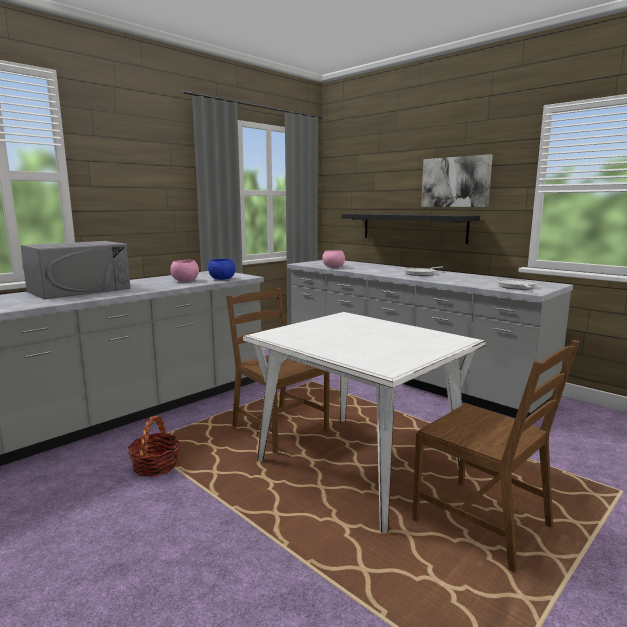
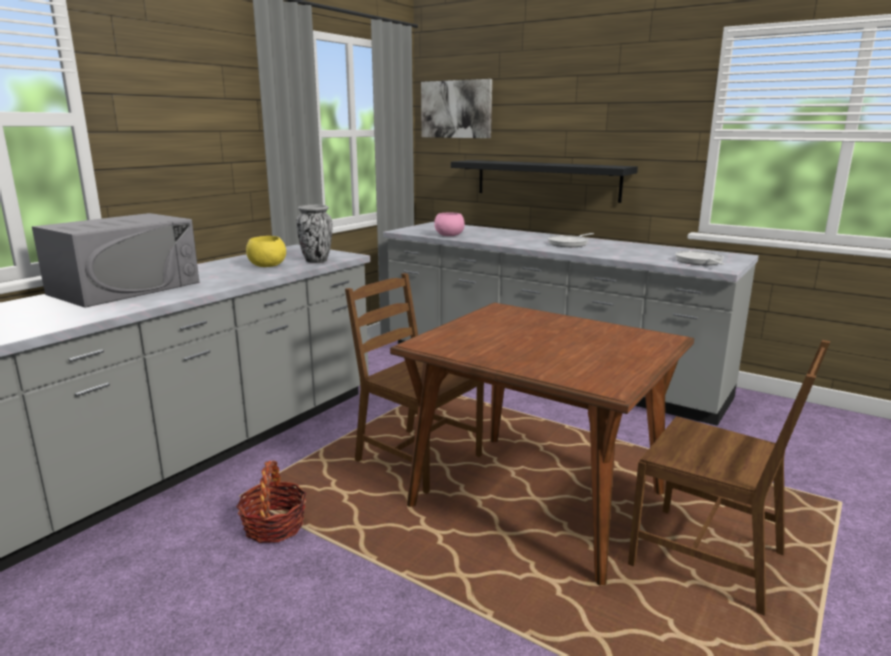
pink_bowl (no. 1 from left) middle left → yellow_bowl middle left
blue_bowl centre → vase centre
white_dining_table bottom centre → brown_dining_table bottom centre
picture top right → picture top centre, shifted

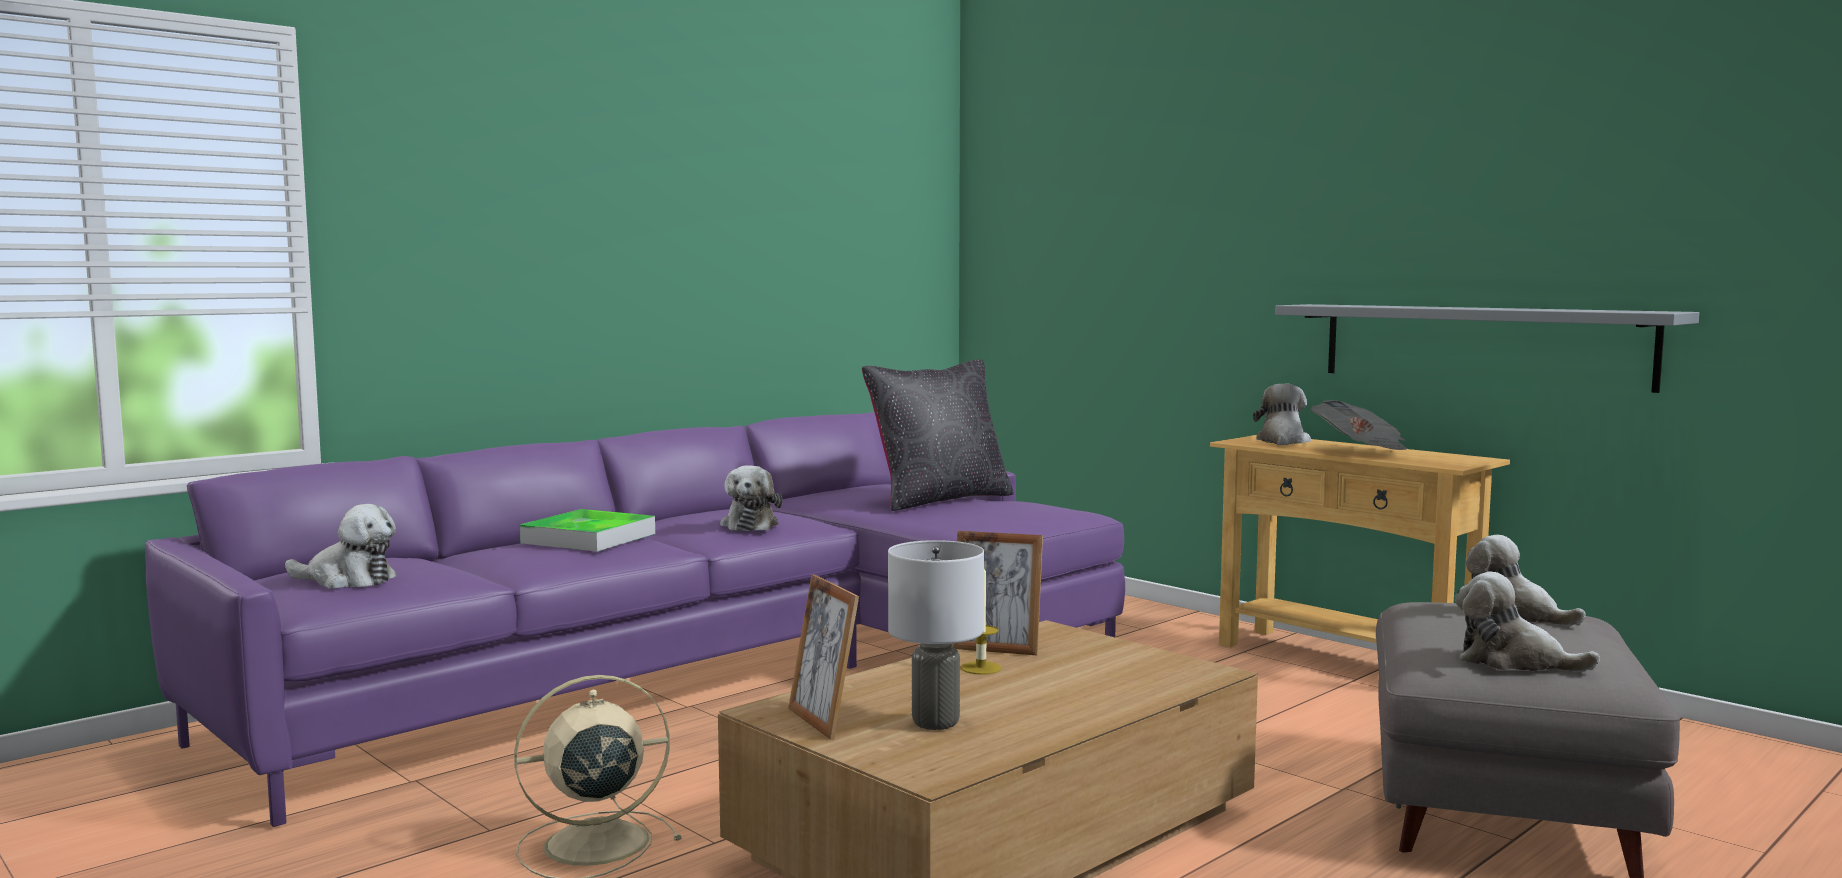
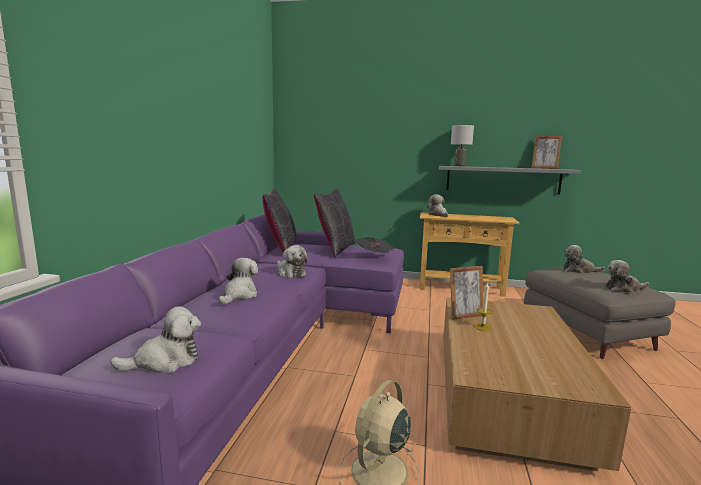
tray middle left → plush_toy (no. 2 from left) centre
picture_frame (no. 1 from left in the first image) bottom centre → picture_frame (no. 2 from left) top right, shifted
white_table_lamp bottom centre → white_table_lamp top centre, shifted
newspaper middle right → newspaper centre, shifted
- → black_pillow (no. 1 from left) centre

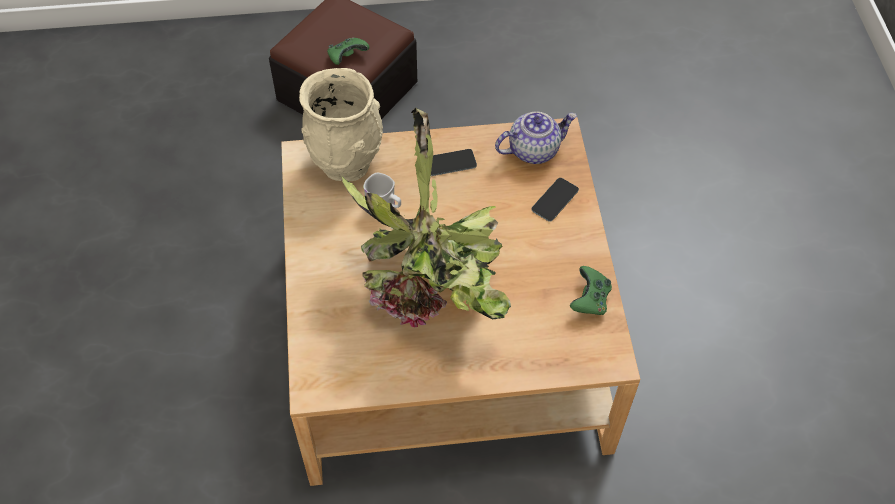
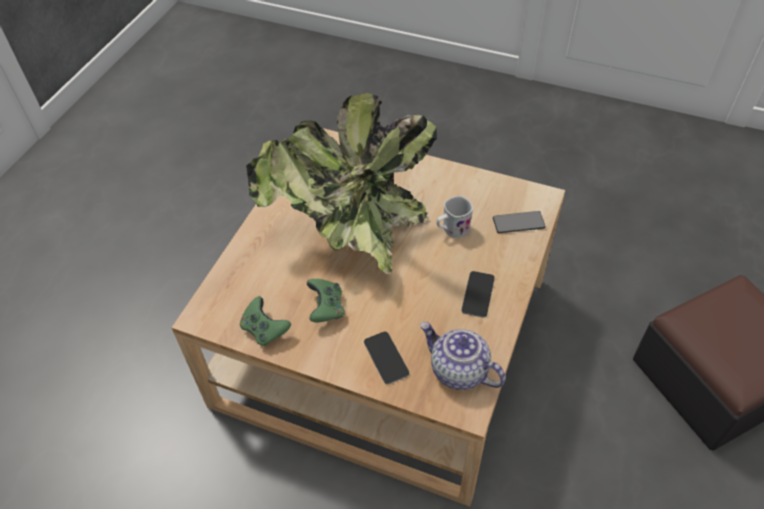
beige_vase top centre → phone (no. 3 from left) middle right
green_game_controller (no. 1 from left in the first image) top centre → green_game_controller (no. 2 from left) centre, shifted
teapot top centre → teapot bottom centre, 120 degrees clockwise

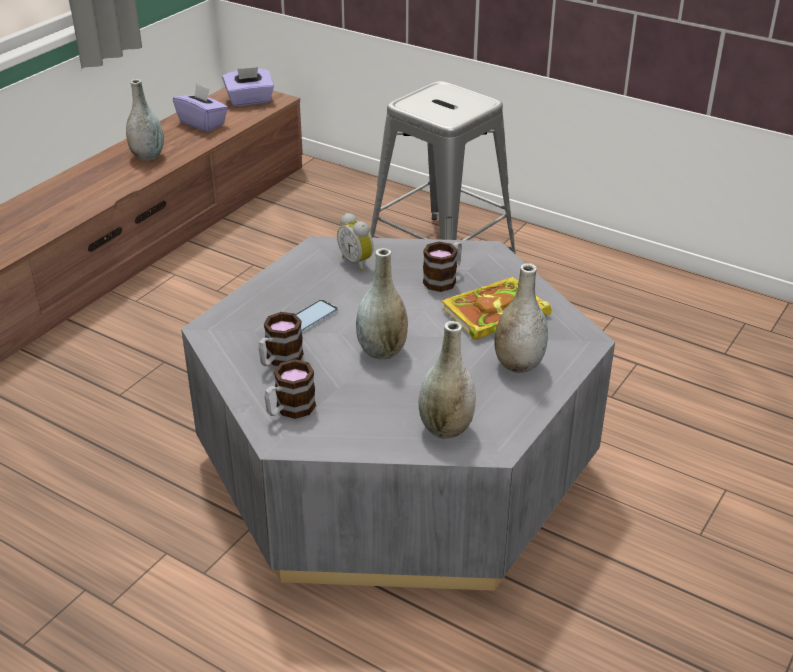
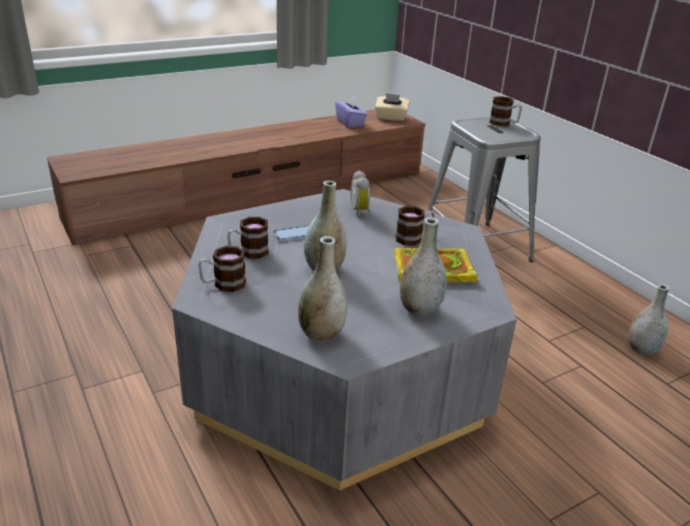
grey_vase (no. 1 from left in the first image) top left → grey_vase (no. 4 from left) middle right, shifted
purple_tissue_box (no. 2 from left) top left → beige_tissue_box top centre
- → mug (no. 4 from left) top right

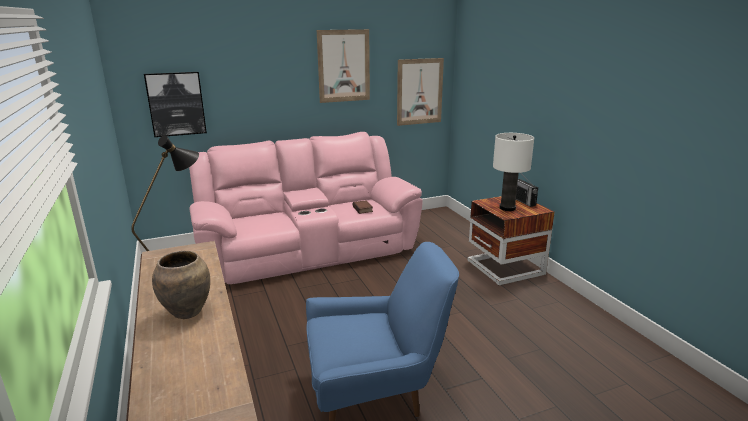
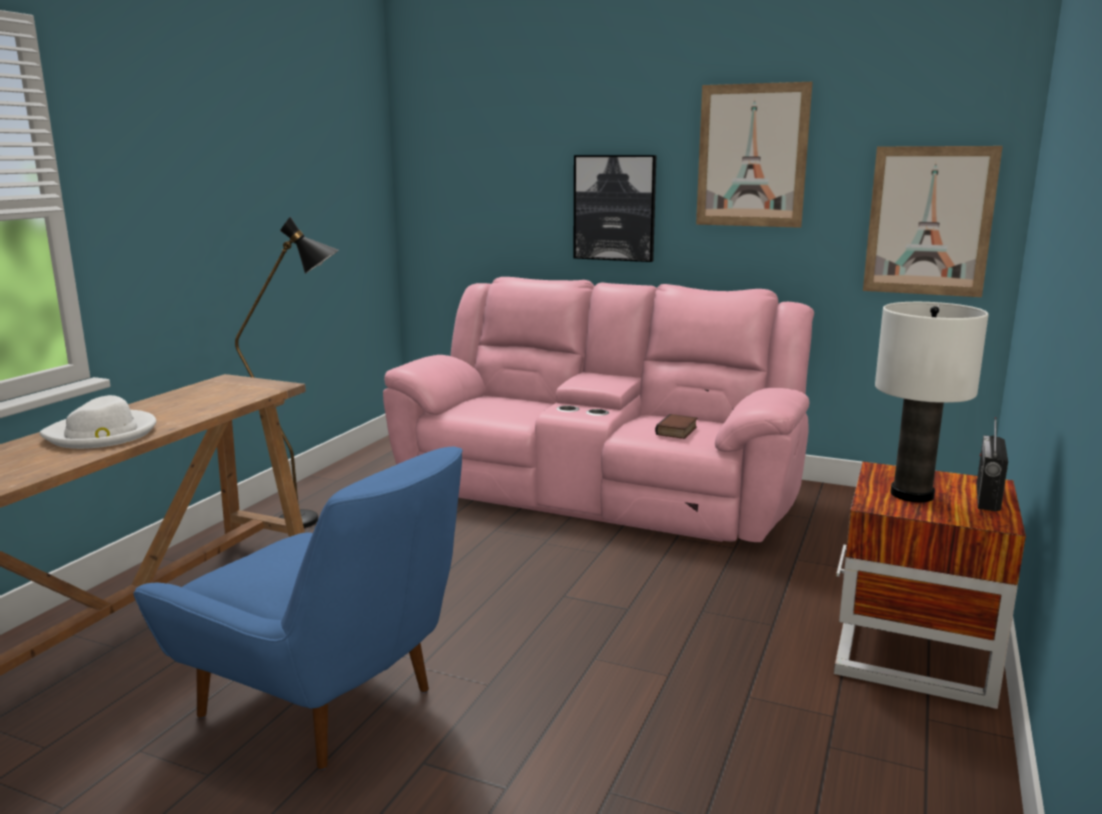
picture (no. 1 from left) top left → picture (no. 1 from left) top centre, shifted
brown_vase bottom left → white_hat middle left

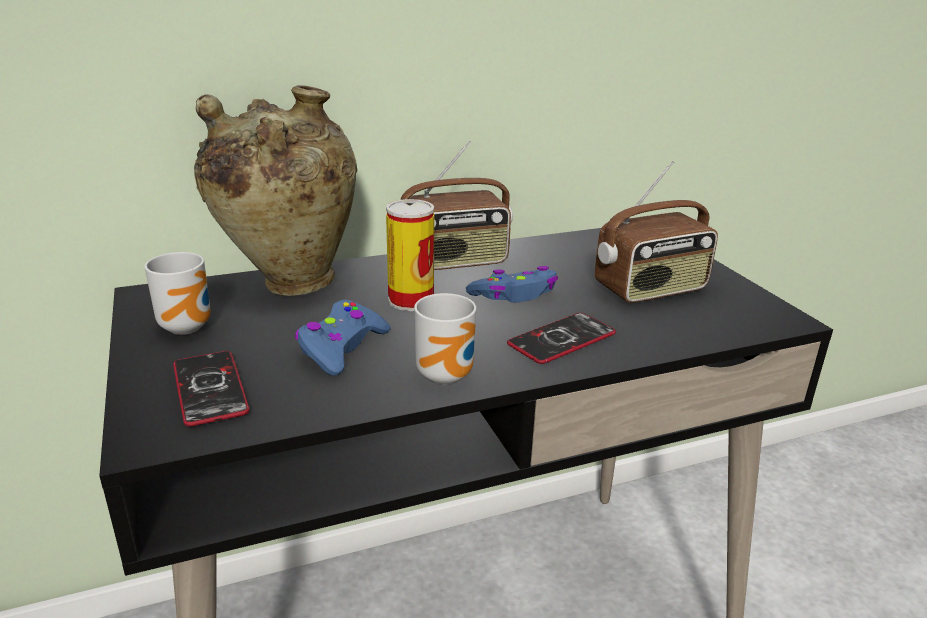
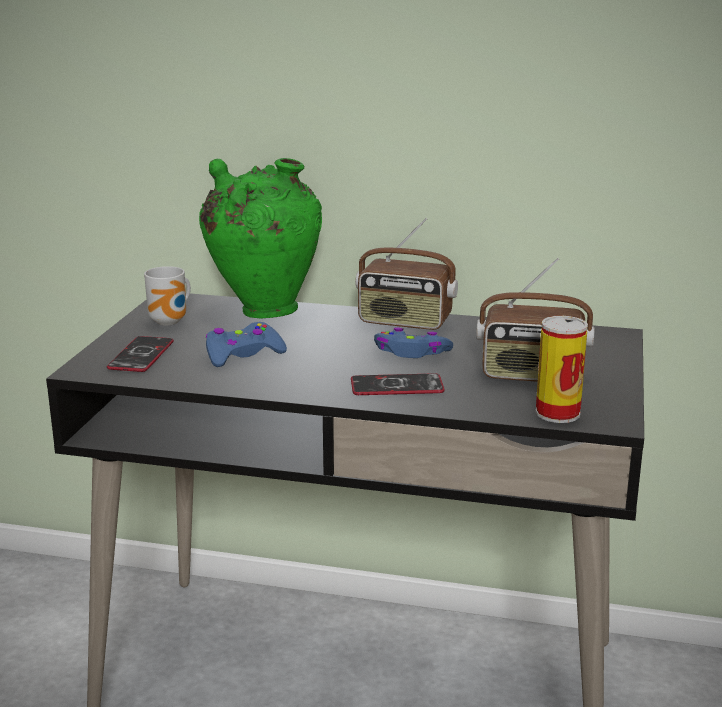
beige_vase top left → green_vase centre
can centre → can middle right, shifted
mug (no. 2 from left) centre → -

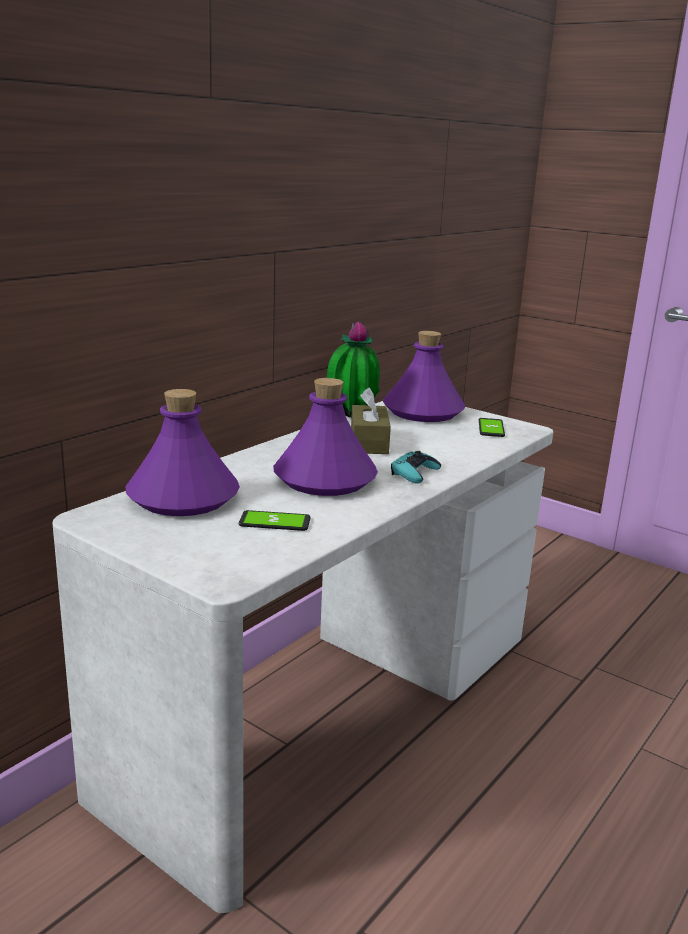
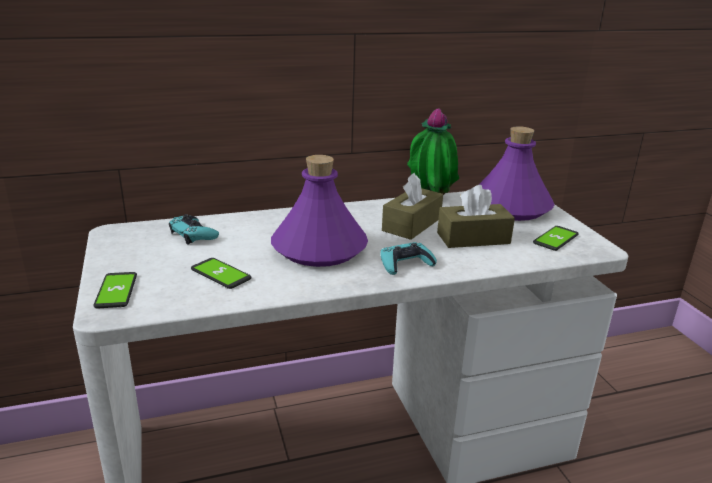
purple_bottle (no. 1 from left) middle left → turquoise_game_controller (no. 1 from left) middle left
- → phone (no. 1 from left) middle left
- → brown_tissue_box (no. 2 from left) middle right

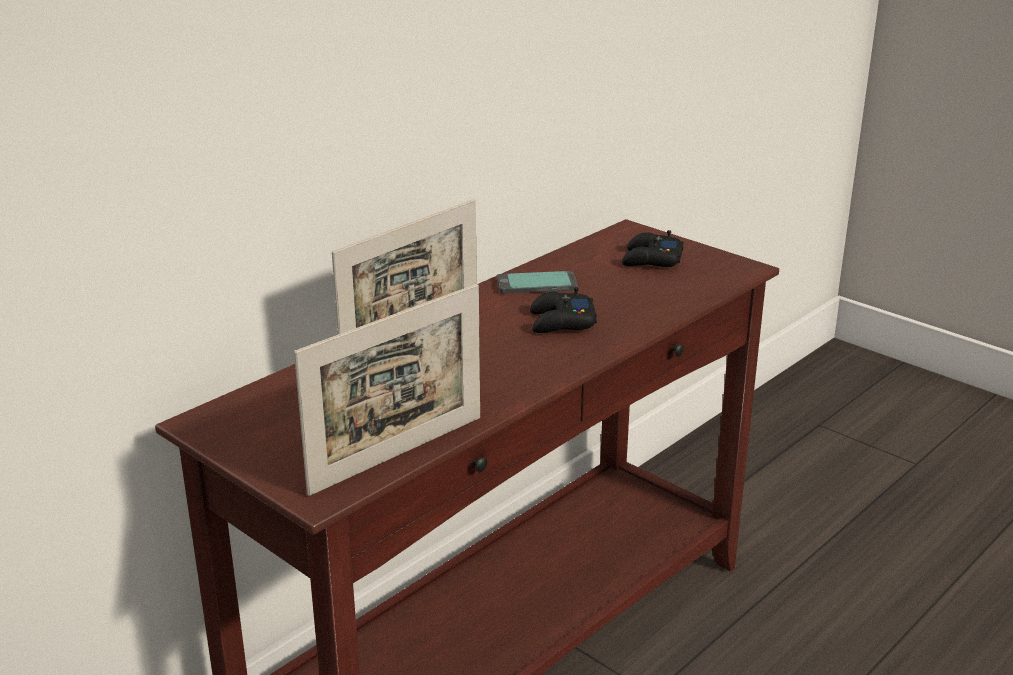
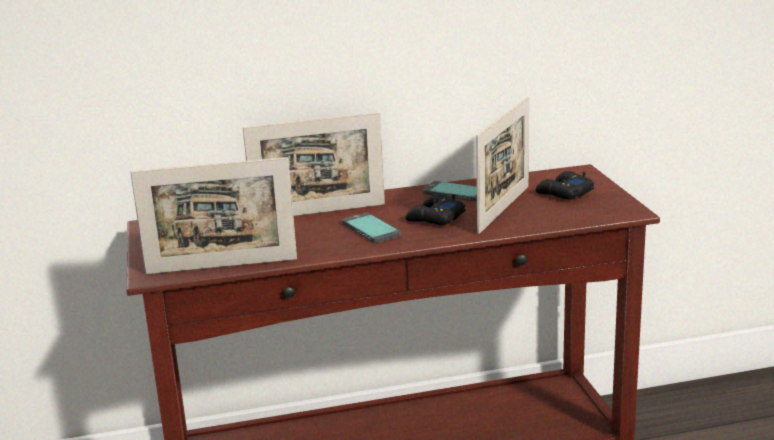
- → phone (no. 1 from left) centre
- → picture_frame (no. 3 from left) centre

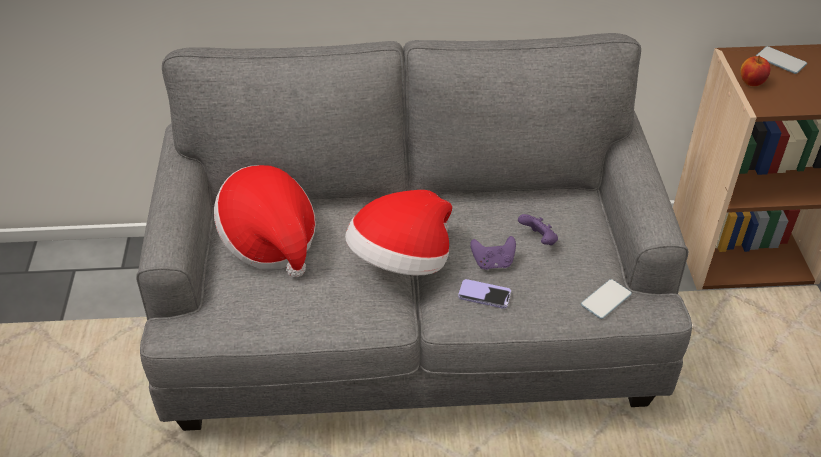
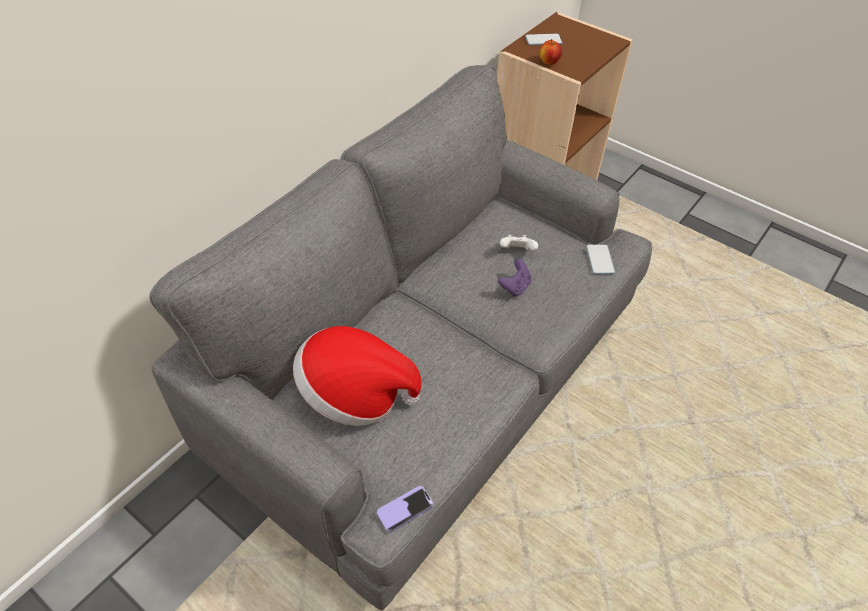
hat (no. 2 from left) centre → -
phone (no. 1 from left) centre → phone (no. 1 from left) bottom centre, shifted
purple_game_controller (no. 2 from left) centre → white_game_controller centre

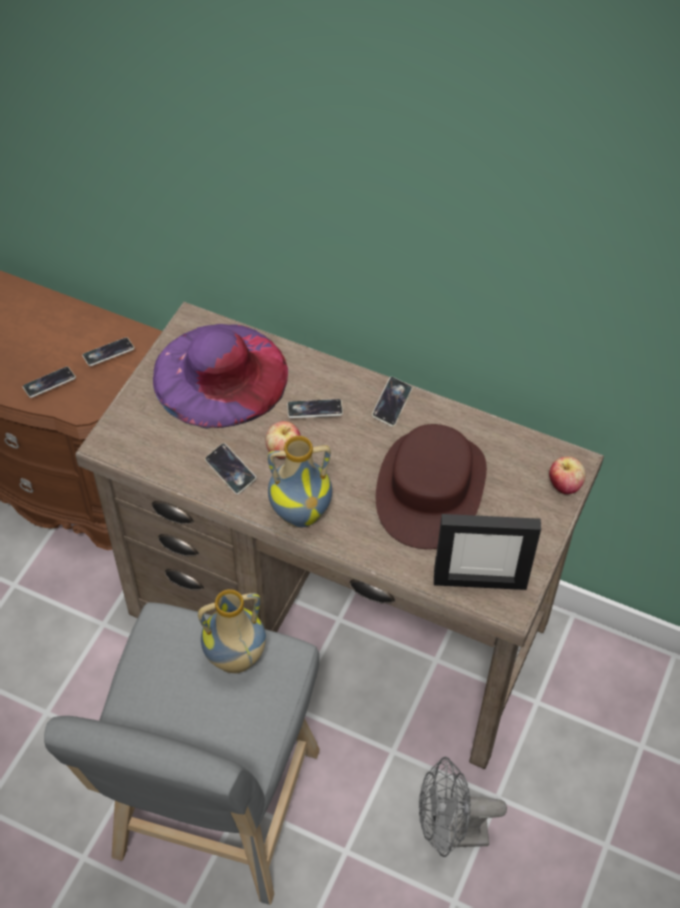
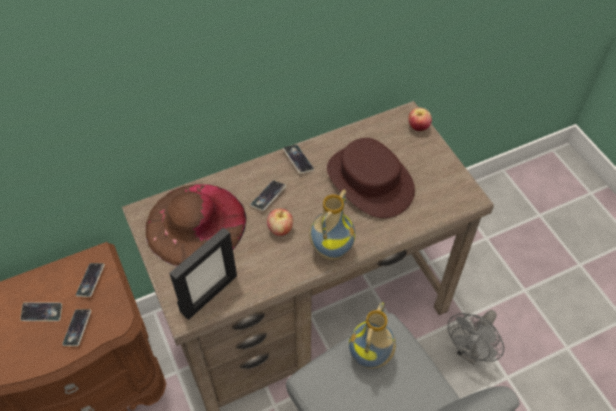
purple_hat middle left → brown_hat (no. 1 from left) middle left
phone (no. 3 from left in the first image) centre → phone (no. 1 from left) bottom left, shifted
picture_frame middle right → picture_frame middle left, shifted

